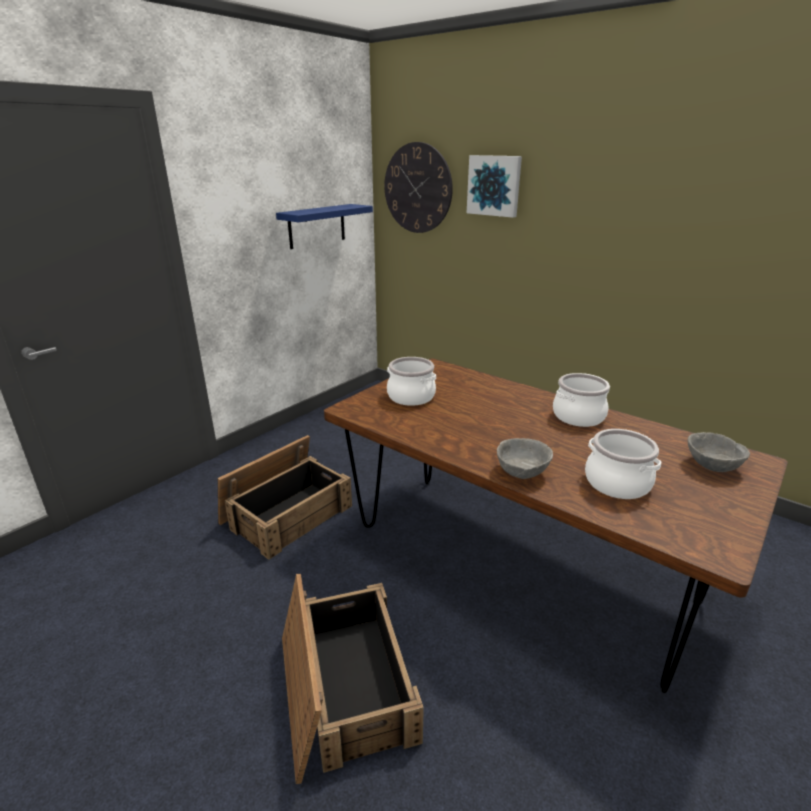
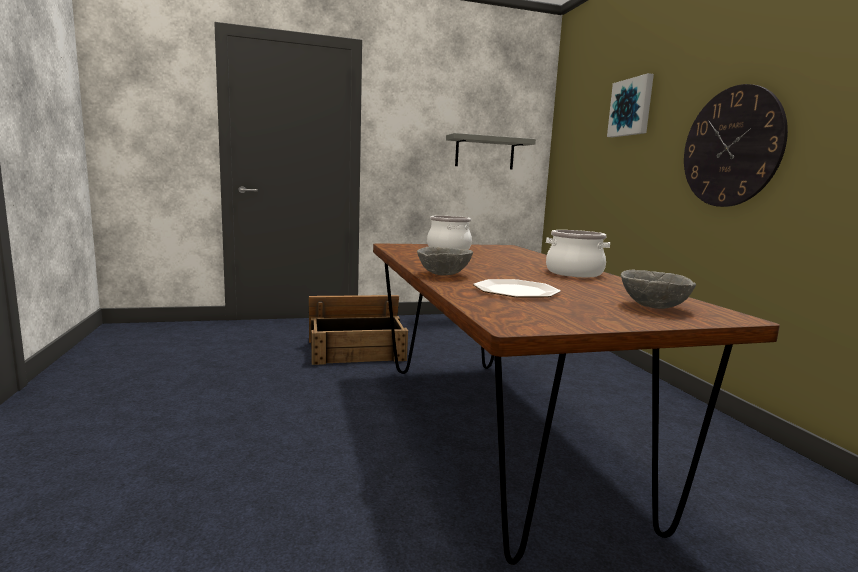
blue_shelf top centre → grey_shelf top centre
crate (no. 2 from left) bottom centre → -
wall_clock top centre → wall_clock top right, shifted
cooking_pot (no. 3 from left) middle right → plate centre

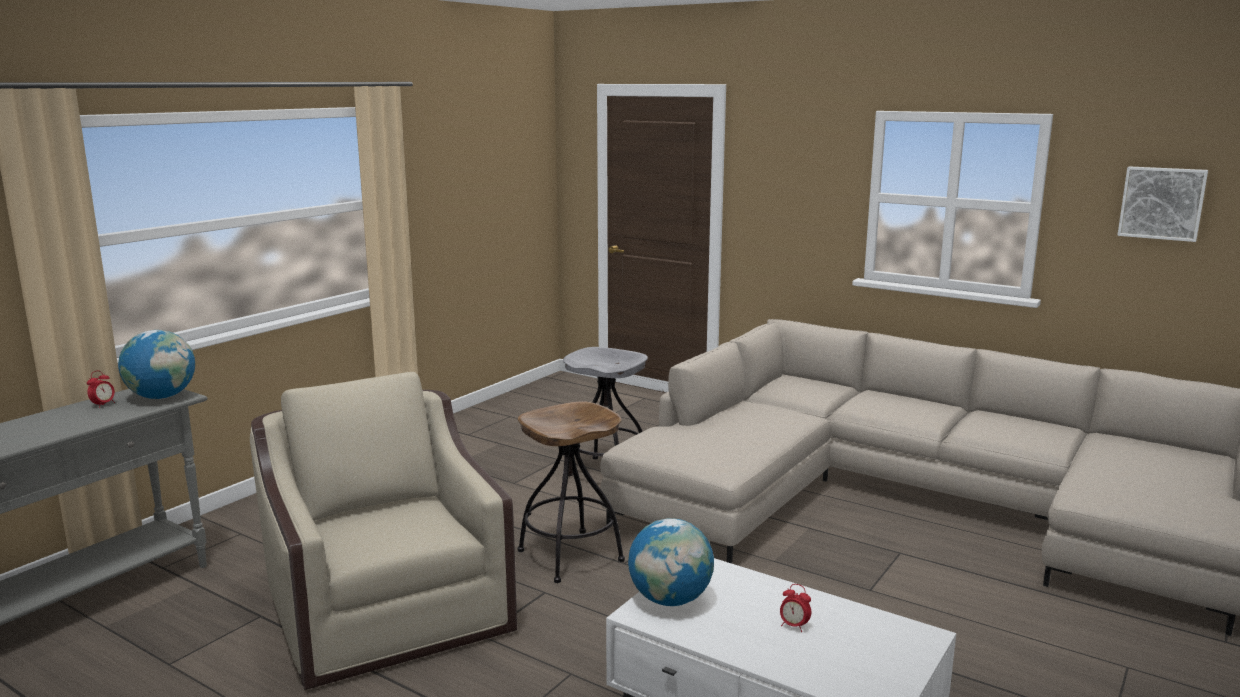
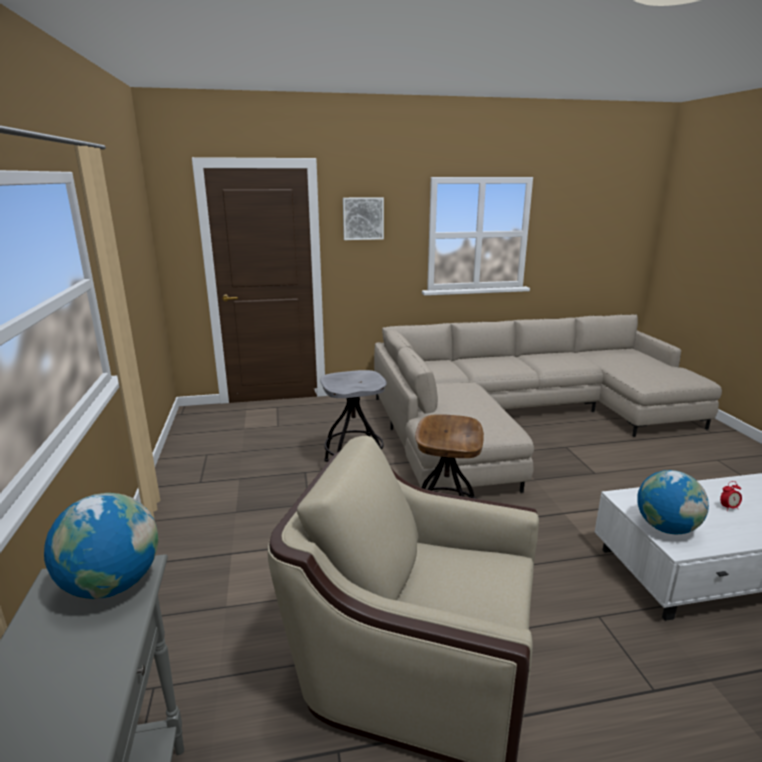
alarm_clock (no. 1 from left) middle left → -
picture top right → picture top centre, shifted

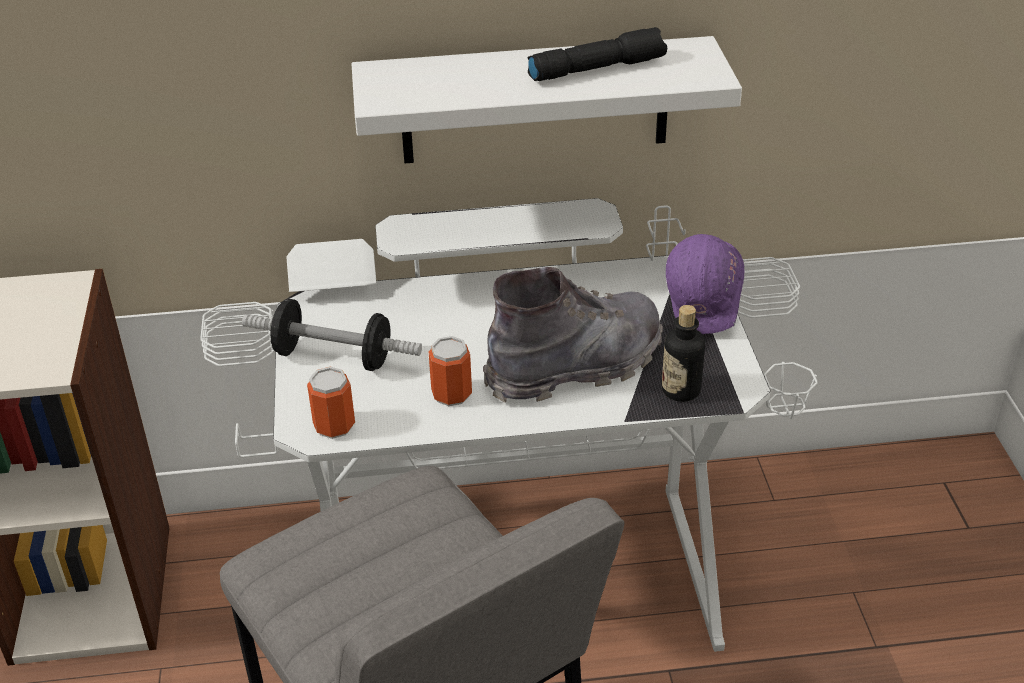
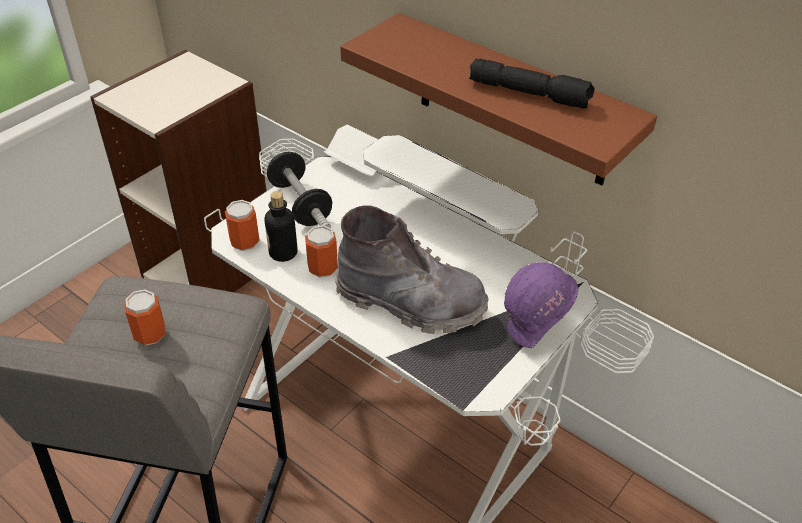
white_shelf top centre → brown_shelf top centre
bottle middle right → bottle centre, shifted
- → can (no. 1 from left) middle left

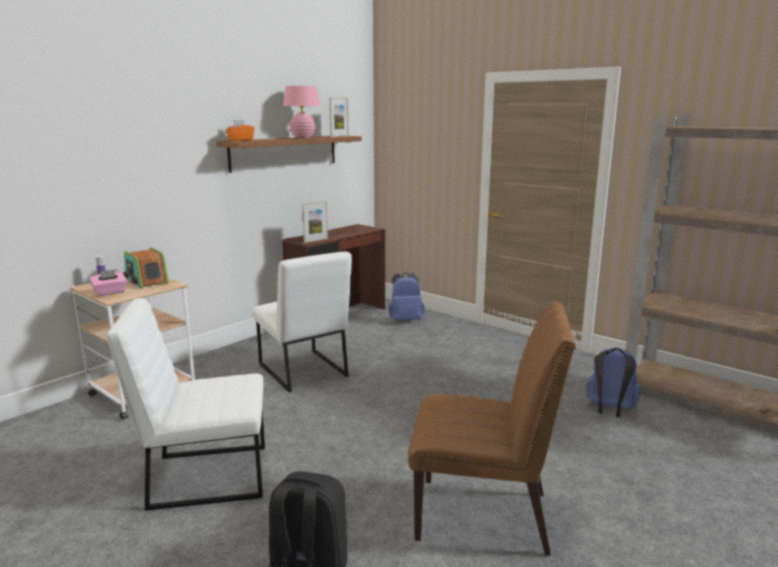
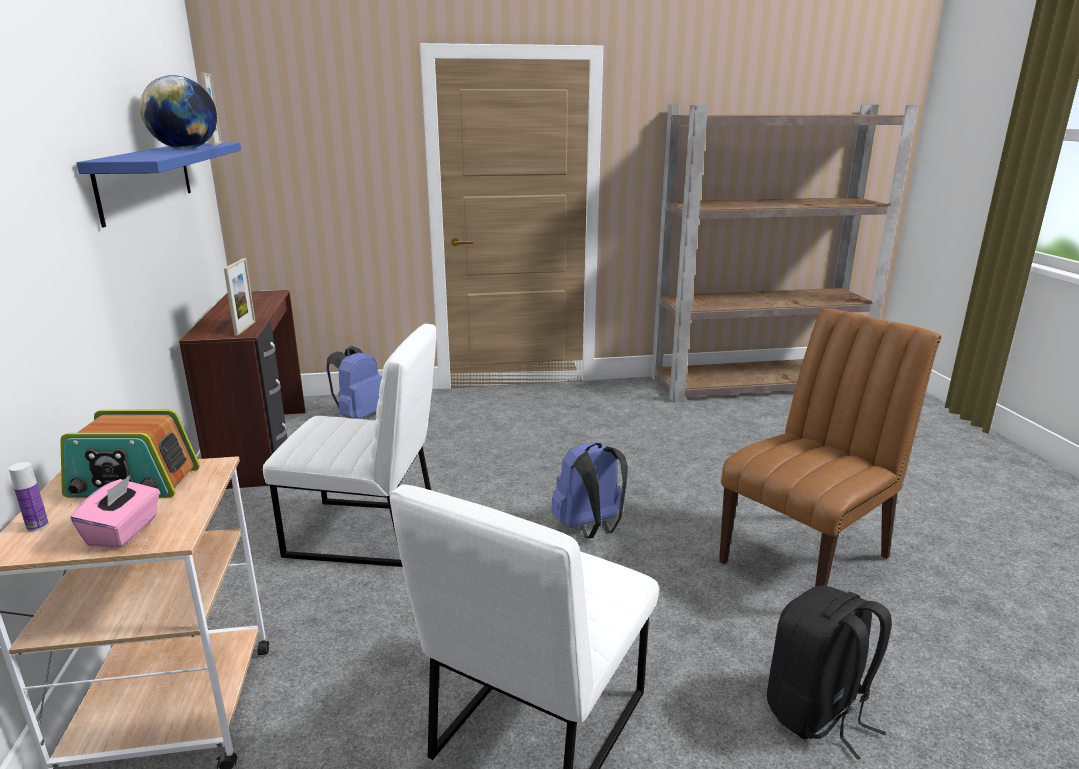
brown_shelf top centre → blue_shelf top left
orange_tissue_box top left → -
pink_table_lamp top centre → globe top left
blue_backpack (no. 2 from left) bottom right → blue_backpack (no. 2 from left) centre, shifted

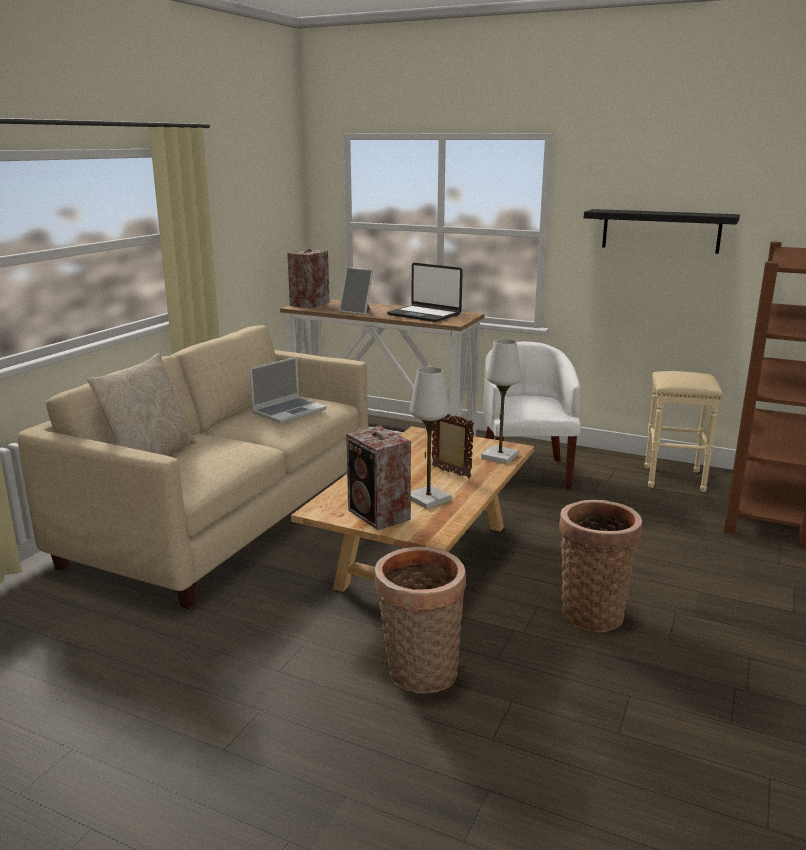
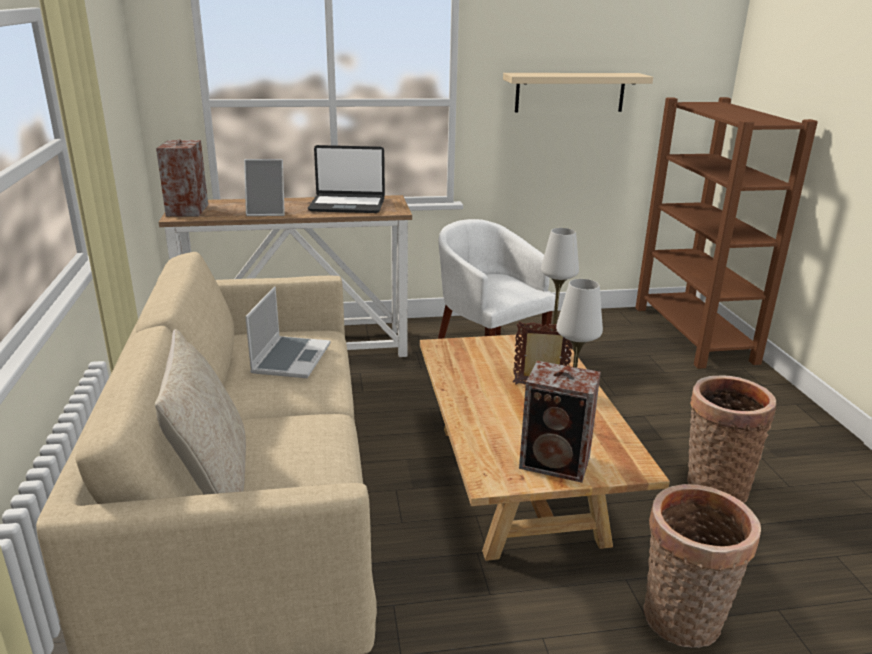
black_shelf top right → beige_shelf top centre
beige_stool middle right → -

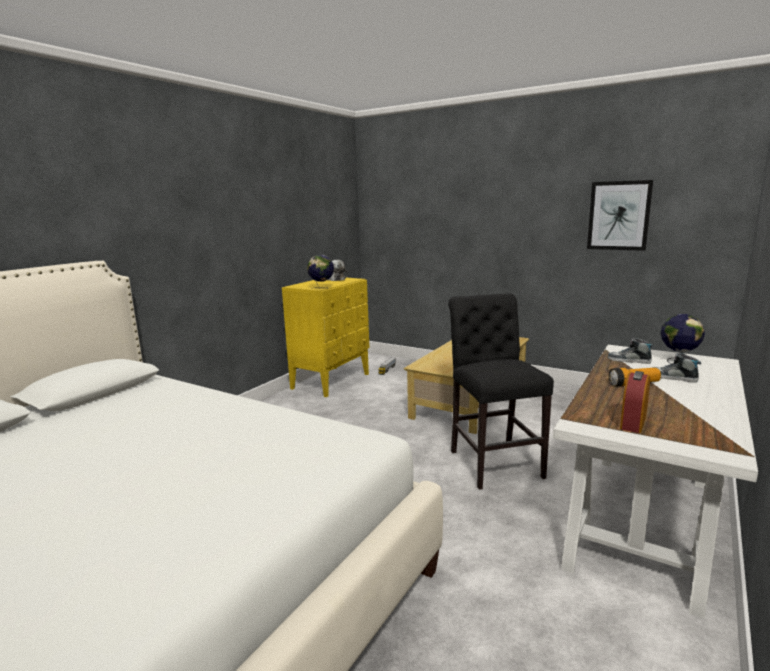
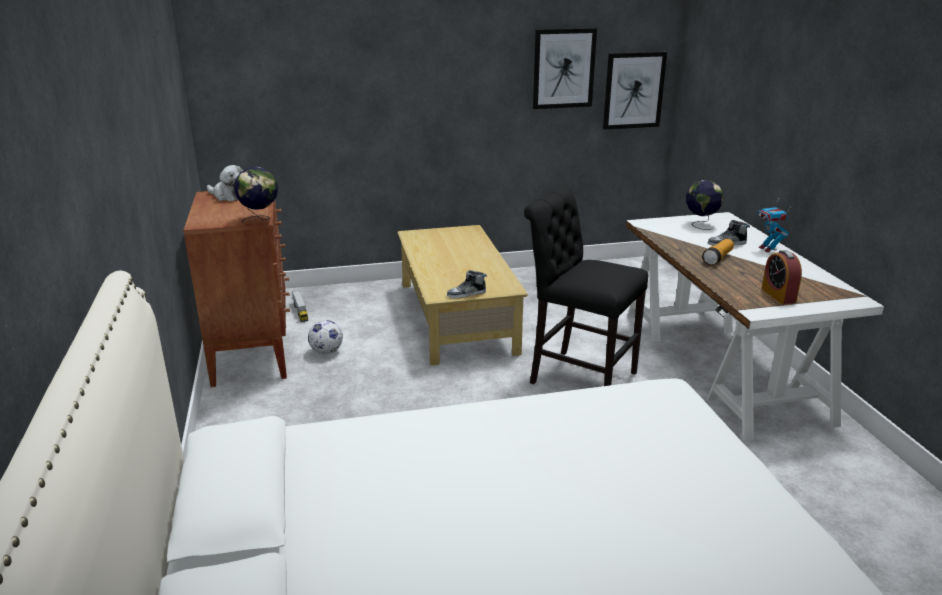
yellow_dresser centre → brown_dresser middle left
shoe (no. 1 from left) middle right → shoe (no. 1 from left) centre, shifted
- → football centre
- → picture (no. 2 from left) top right
- → toy_robot middle right

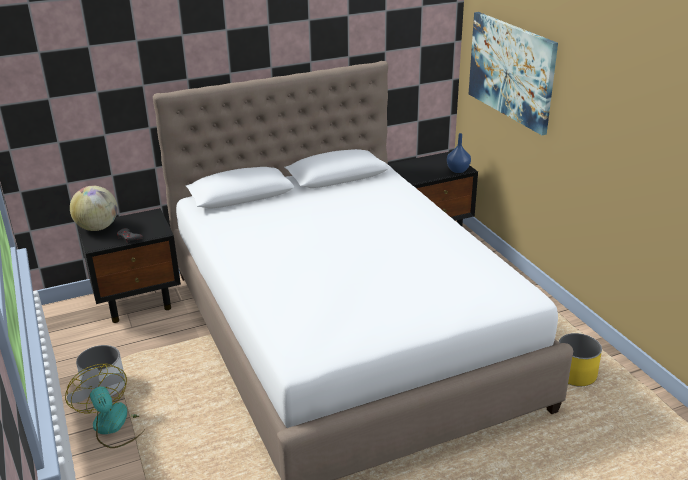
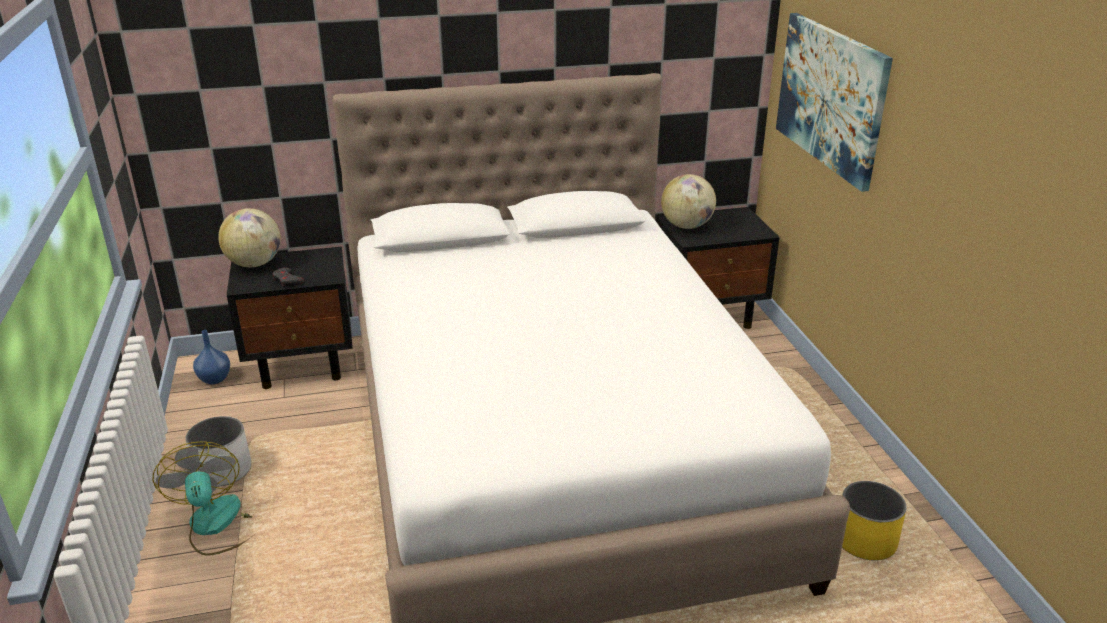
blue_vase top right → blue_vase middle left, shifted
- → globe (no. 2 from left) top centre

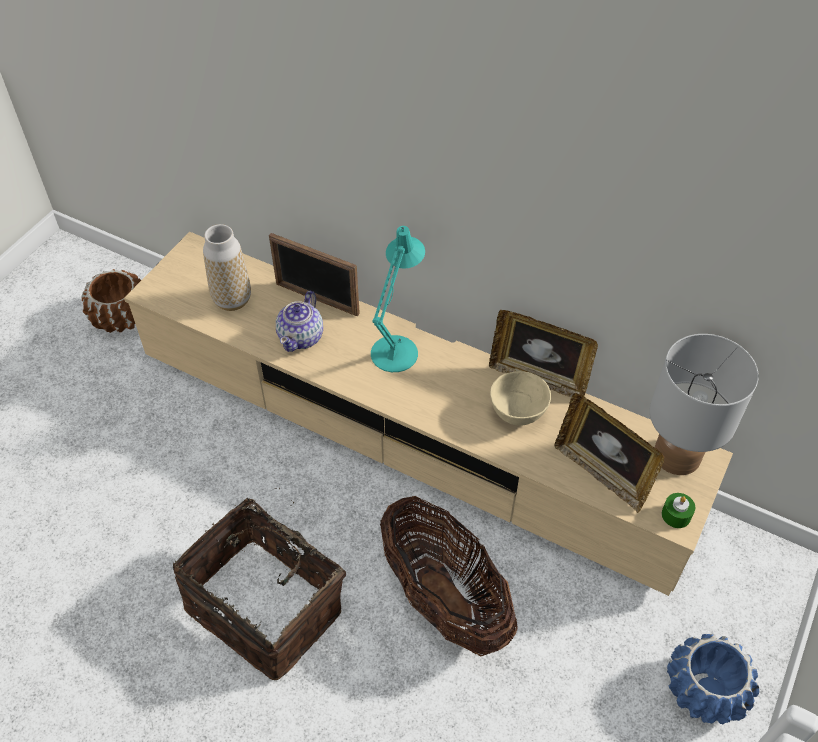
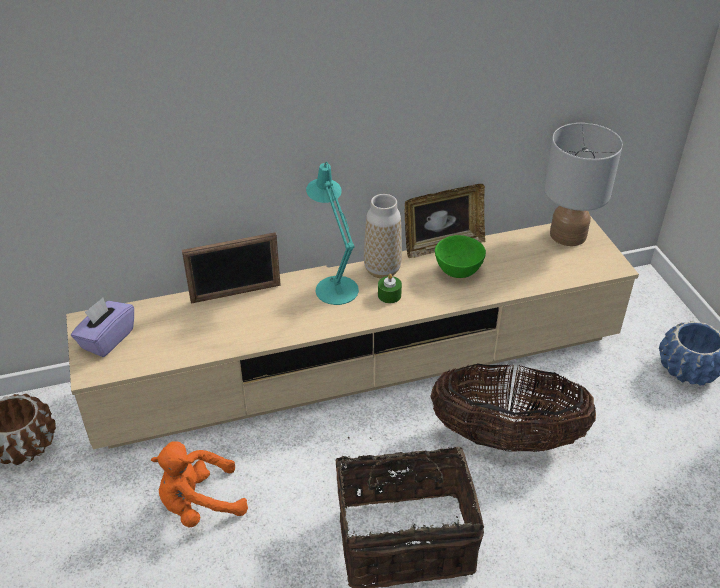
vase middle left → vase centre, shifted
teapot centre → -
beige_bowl centre → green_bowl centre
picture_frame (no. 3 from left) middle right → -
green_candle bottom right → green_candle centre, shifted
- → purple_tissue_box middle left
- → orange_plush_toy bottom left

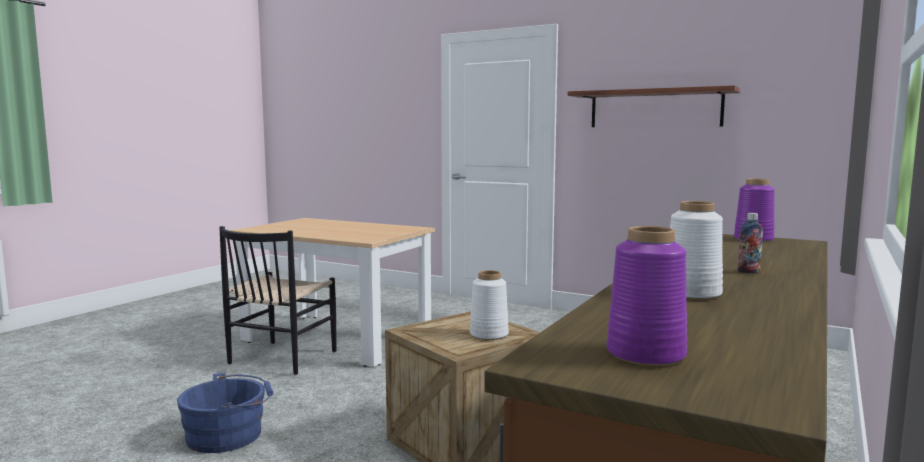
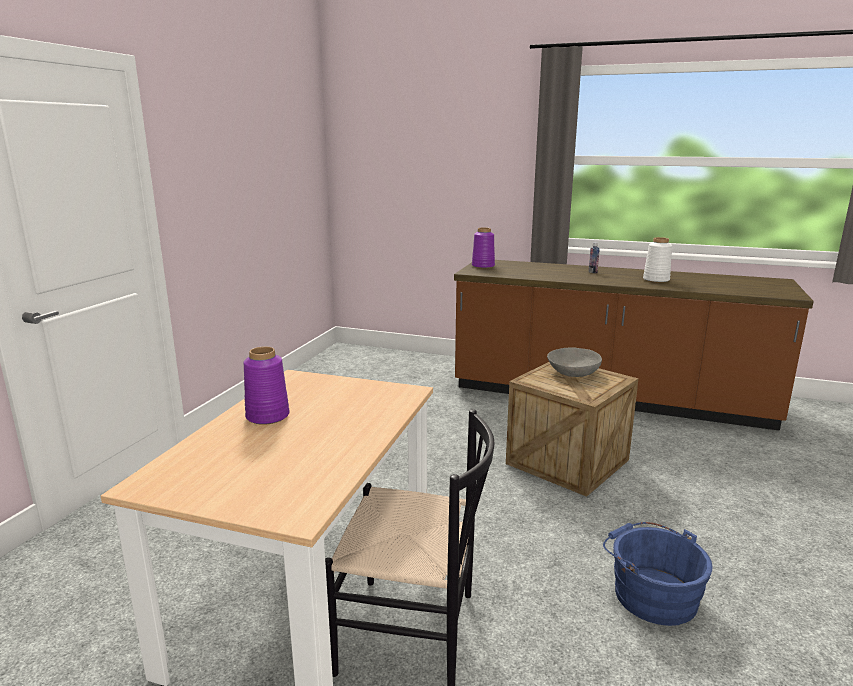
white_vase (no. 1 from left) centre → grey_bowl middle right
shelf top right → -
purple_vase (no. 1 from left) middle right → purple_vase (no. 1 from left) middle left, shifted

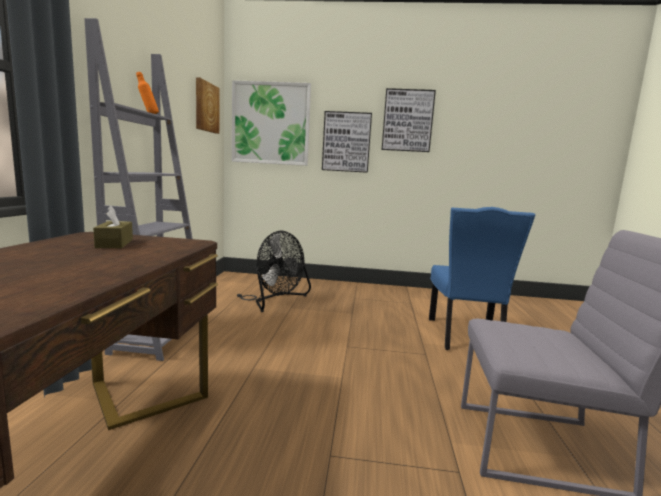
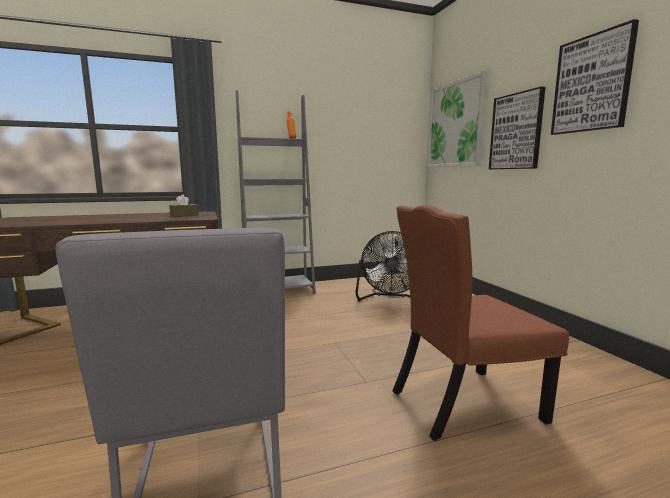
picture (no. 1 from left) top left → -
blue_chair middle right → brown_chair middle right

